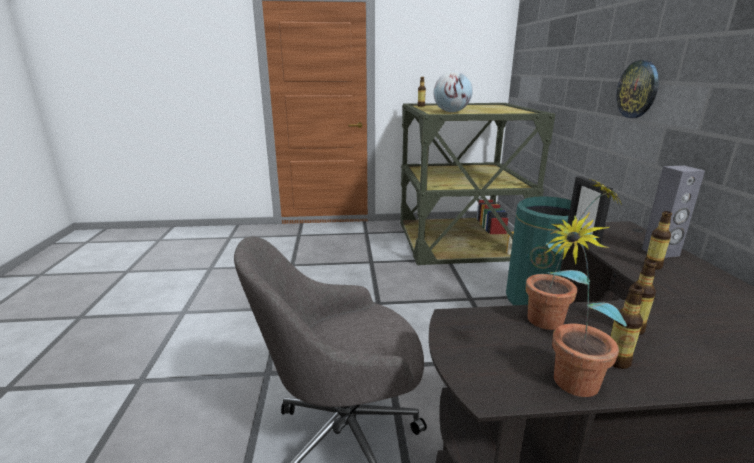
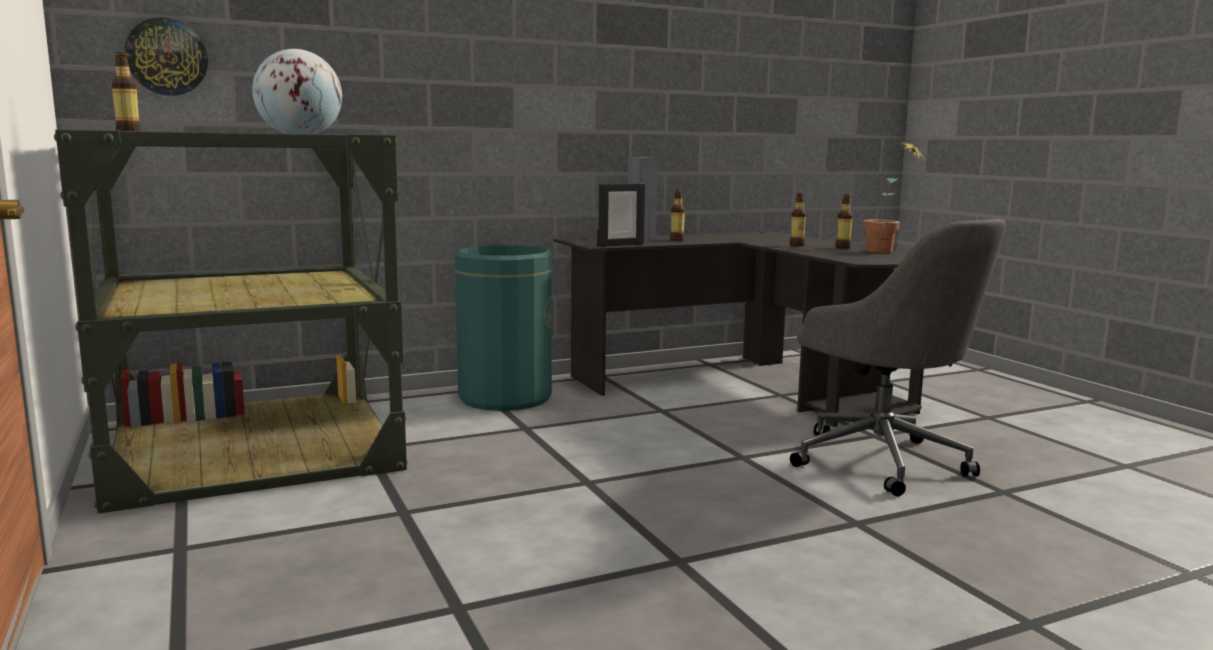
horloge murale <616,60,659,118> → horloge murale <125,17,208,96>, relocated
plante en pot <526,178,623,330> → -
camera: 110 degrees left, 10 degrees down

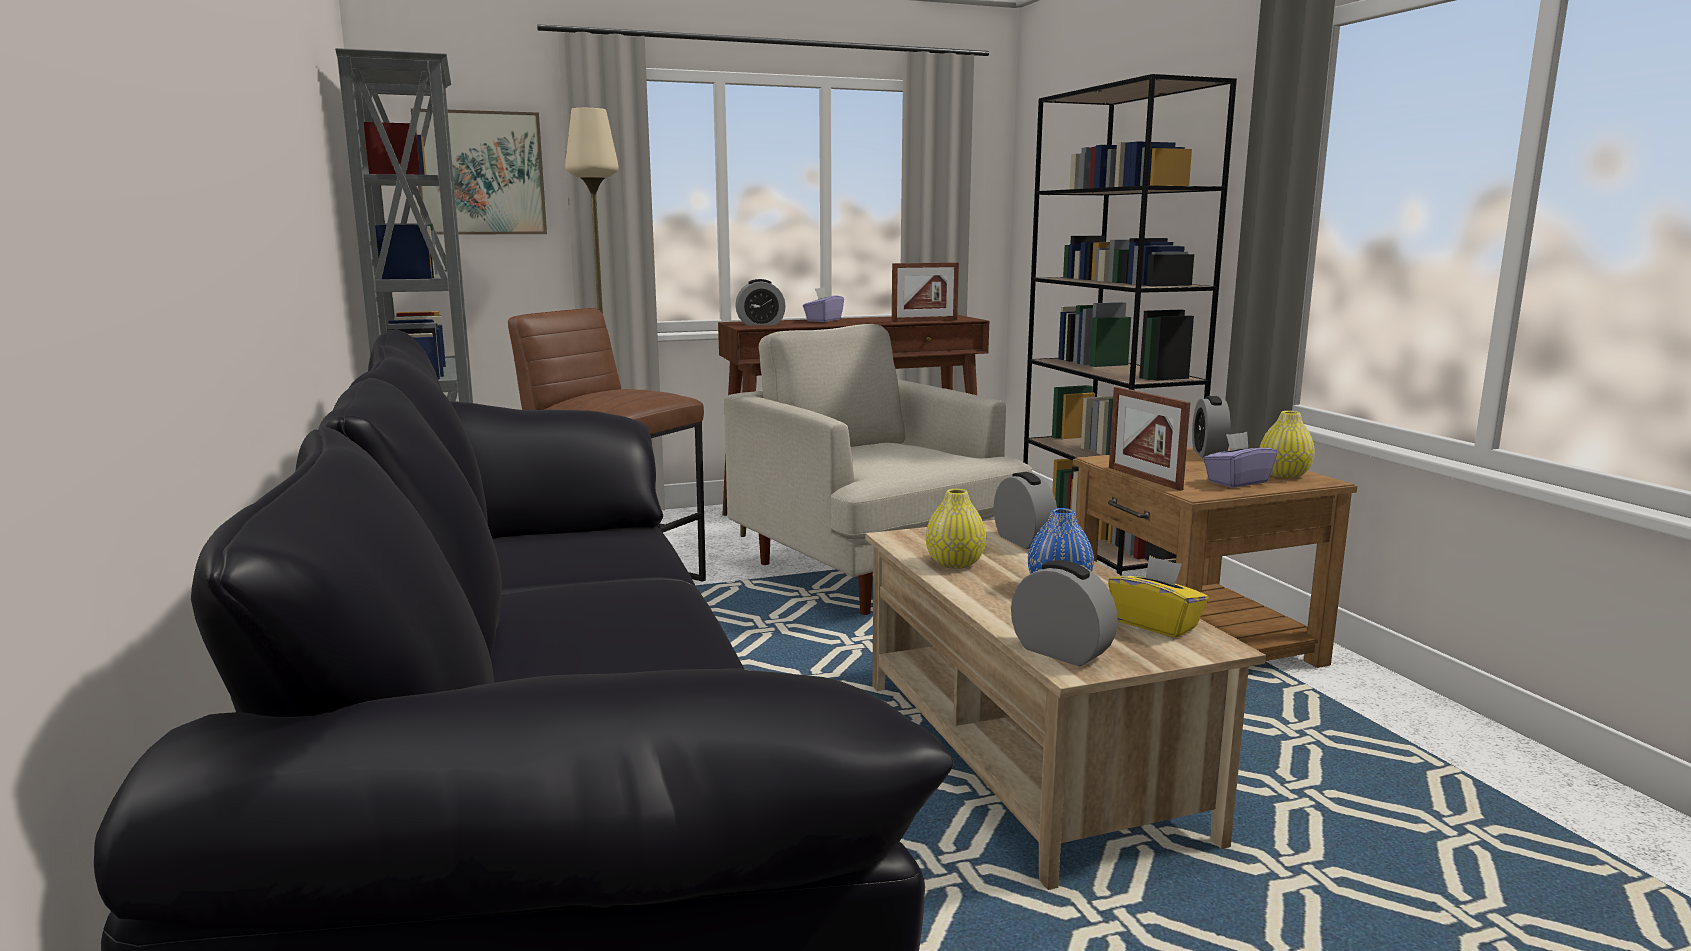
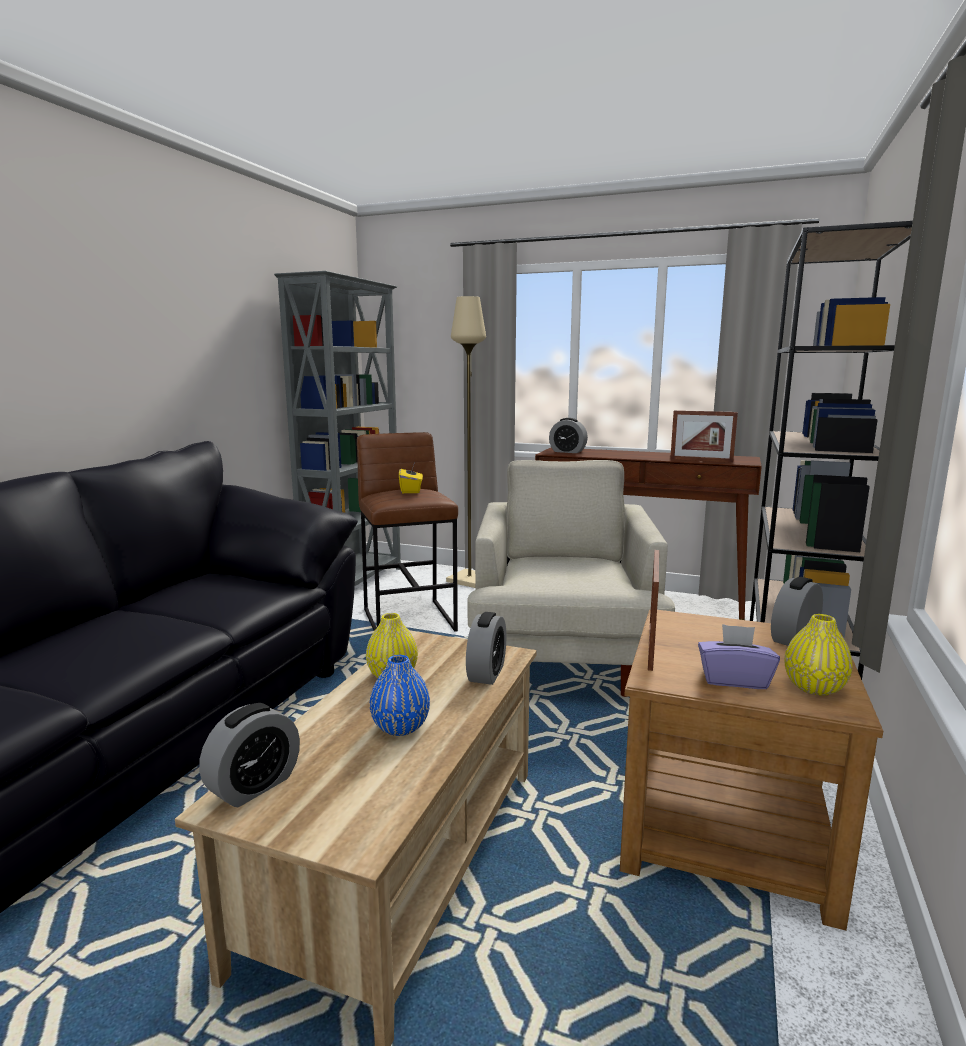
réveil <1011,560,1118,666> → réveil <199,703,300,807>, 45 degrees clockwise
boîte à mouchoirs [jaune] <1108,555,1209,638> → boîte à mouchoirs [jaune] <399,465,423,493>, relocated
tableau <411,108,547,235> → -
boîte à mouchoirs [violet] <803,287,844,322> → -
camera: 40 degrees right, 0 degrees up

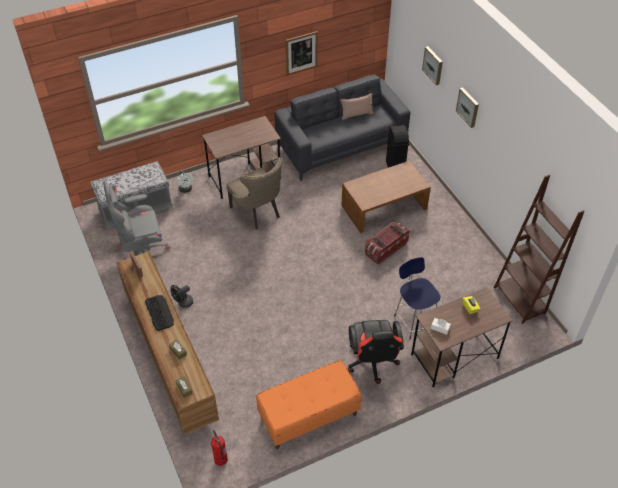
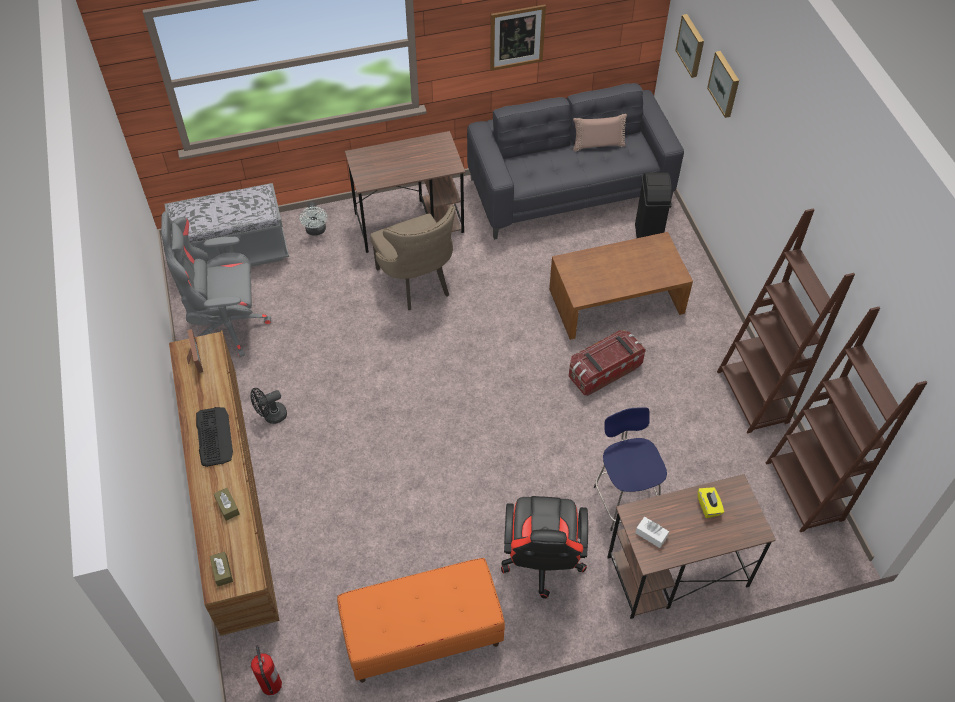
tableau <456,87,479,128> → tableau <675,14,704,78>, relocated
- → bibliothèque [marron] <717,209,855,434>
camera: 10 degrees right, 5 degrees up

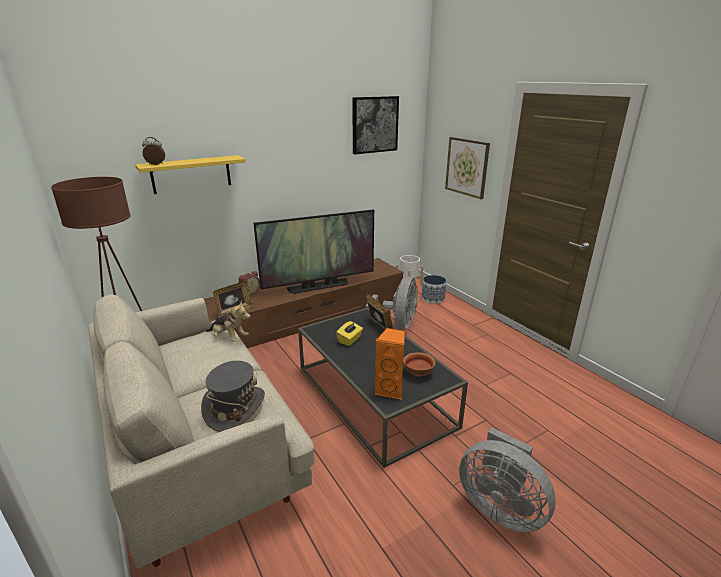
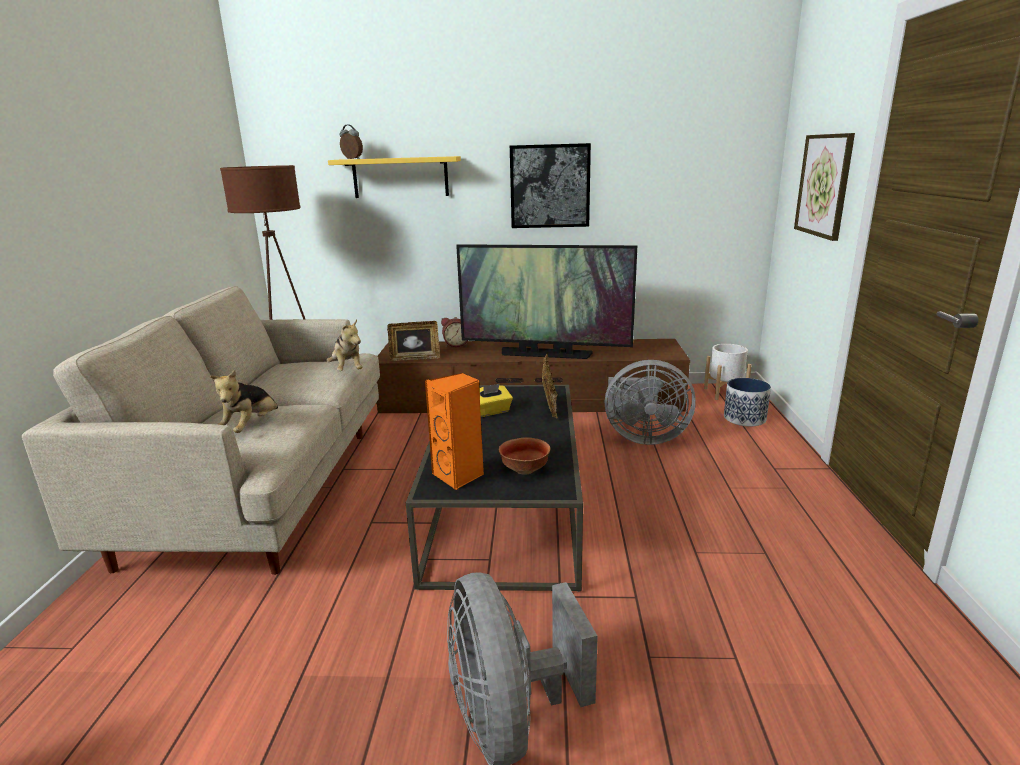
chapeau [gris] <201,361,265,432> → peluche <210,370,278,433>
tableau <352,96,399,154> → tableau <510,143,591,228>, relocated
ventilateur [gris] <366,277,418,329> → ventilateur [gris] <605,360,696,445>, 45 degrees clockwise
camera: 35 degrees right, 5 degrees down

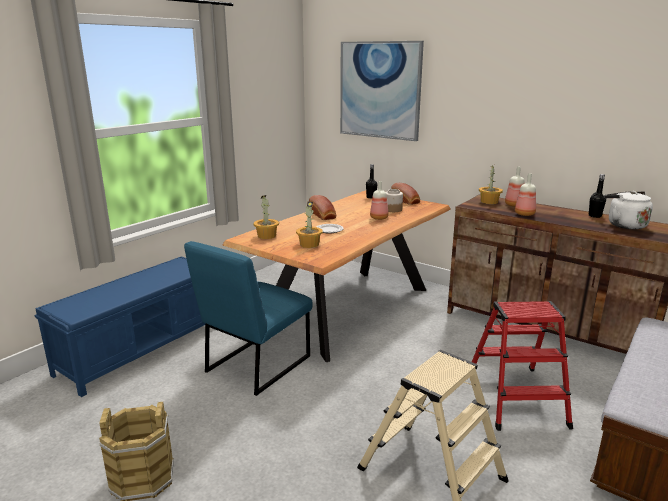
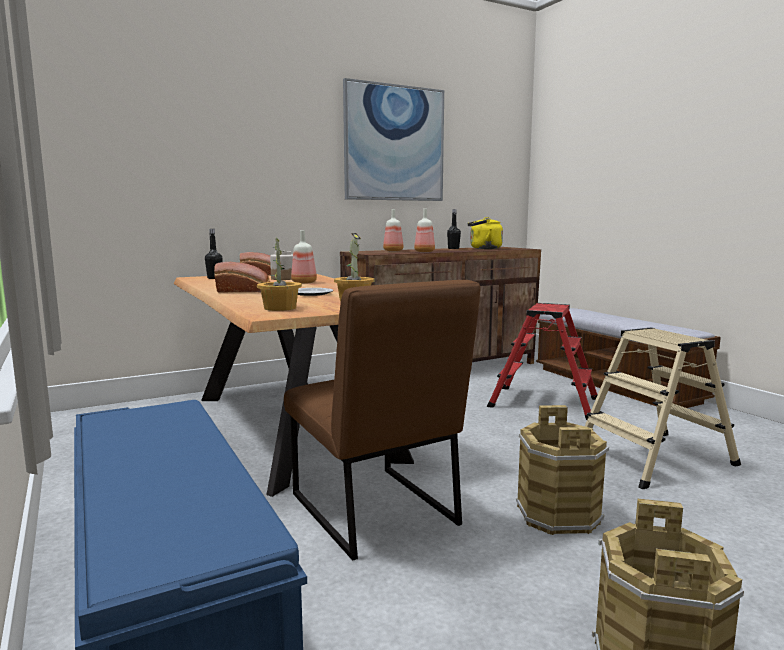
chaise [bleu] <184,241,312,396> → chaise [marron] <284,280,480,561>
tableau <340,41,424,141> → tableau <343,78,444,201>, relocated
bouilloire [blanc] <604,191,653,229> → bouilloire [jaune] <467,217,503,249>
- → seau [marron] <516,405,609,535>
plante en pot <479,165,503,204> → -
camera: 65 degrees left, 10 degrees down

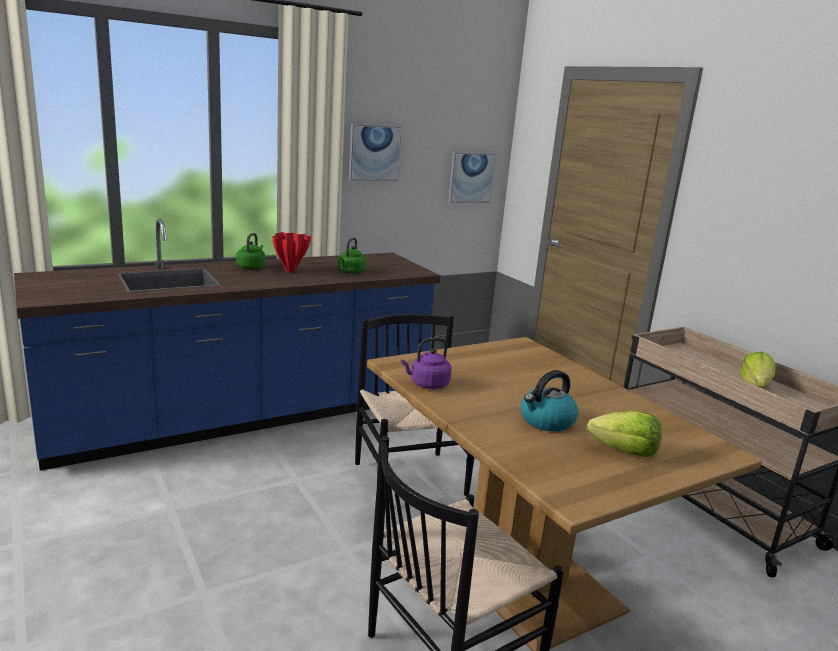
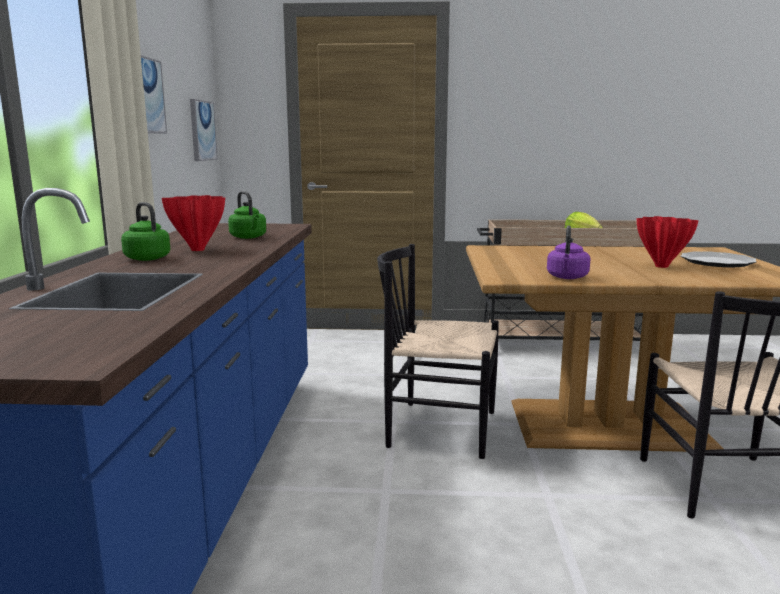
bouilloire <521,370,578,431> → vase [rouge] <637,216,699,268>
laitue <587,411,662,457> → assiette <681,251,757,267>
camera: 55 degrees left, 5 degrees down

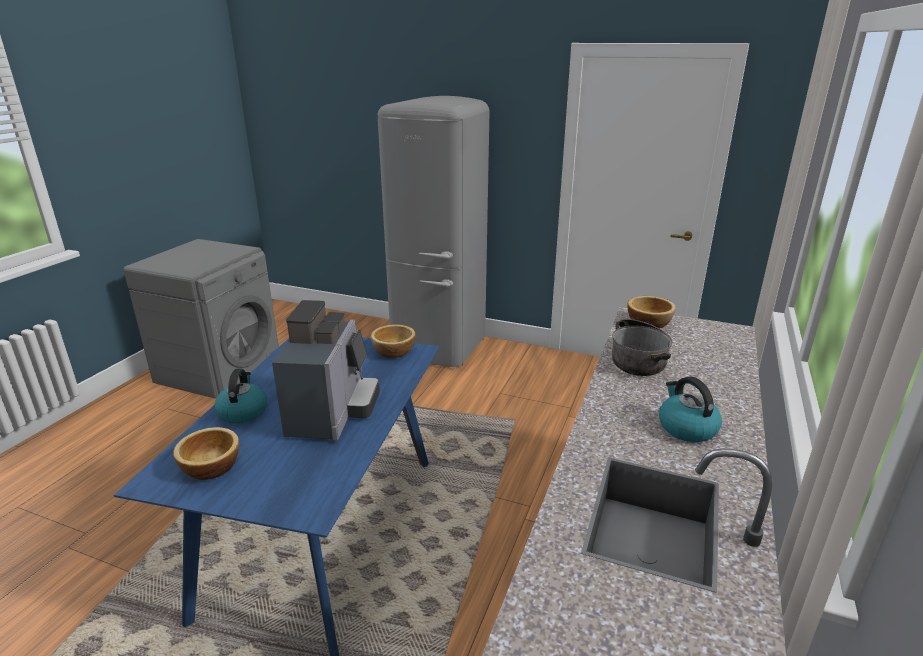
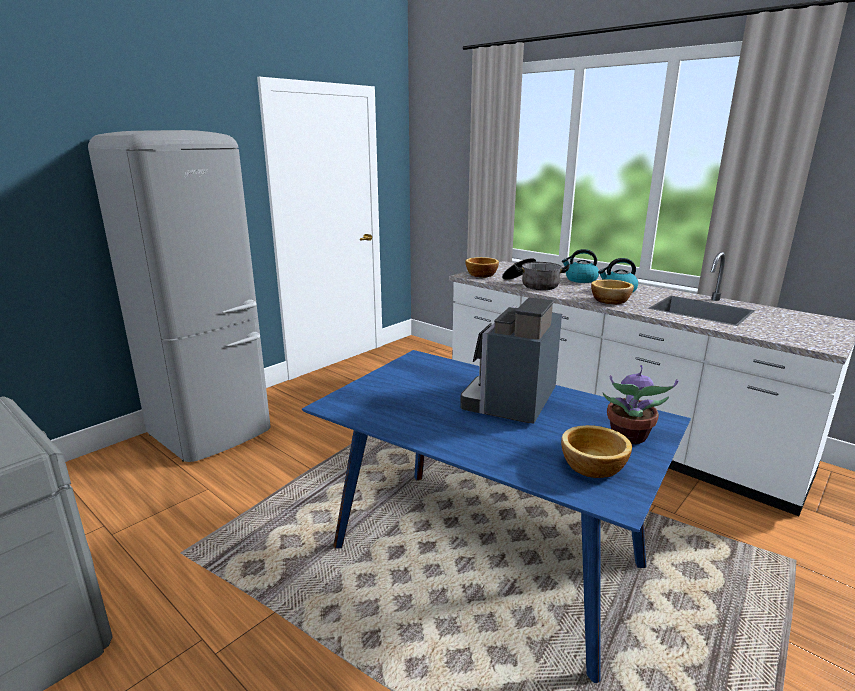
machine à café <272,300,380,440> → machine à café <460,298,562,424>, 90 degrees counterclockwise
bouilloire <214,369,267,424> → bouilloire <562,249,599,283>, relocated
bol <371,324,416,358> → bol <591,279,634,304>, relocated
- → plante en pot <602,365,678,444>
camera: 70 degrees left, 5 degrees down

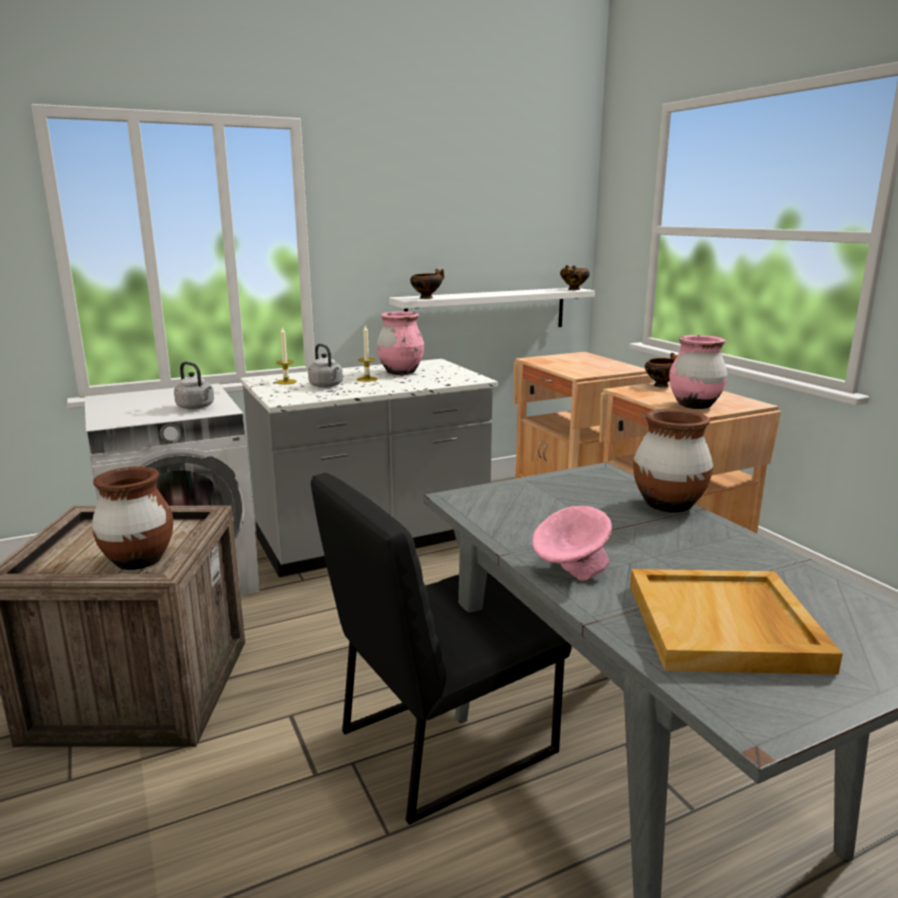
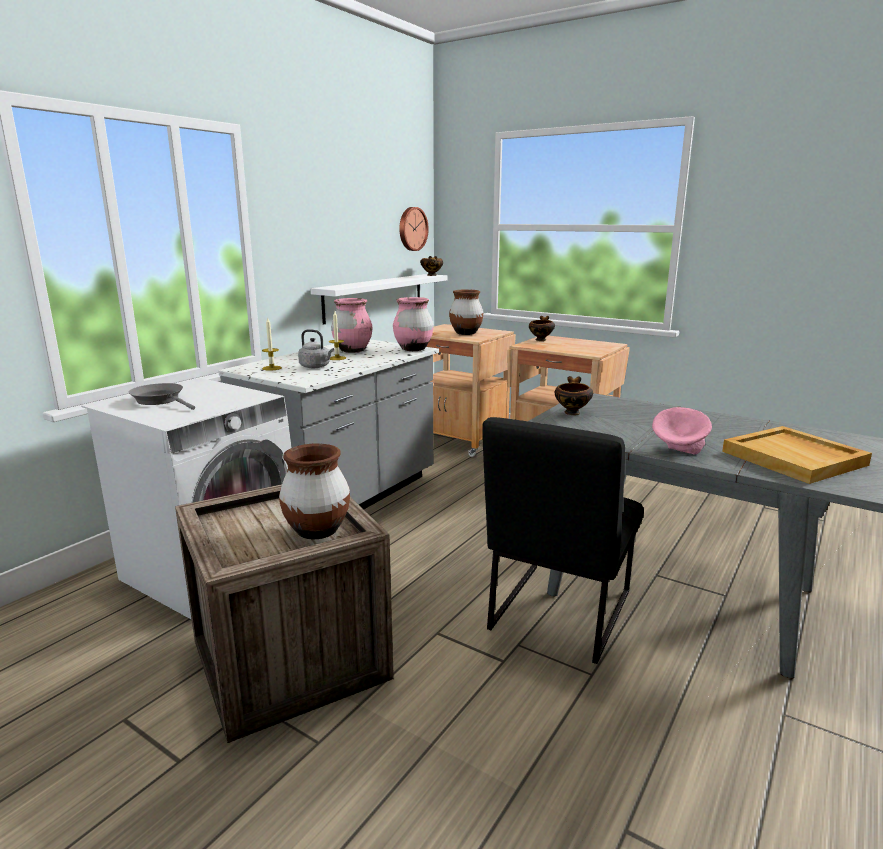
- → poêle [gris] <129,383,195,410>
vase [rose] <669,335,727,409> → vase [rose] <393,297,433,351>, relocated
- → horloge murale <399,207,429,251>
vase [marron] <633,409,713,513> → vase [marron] <449,289,483,335>, relocated
bol <410,269,444,299> → bol <555,376,593,415>, relocated
bouilloire [gris] <174,362,214,409> → -
camera: 30 degrees left, 0 degrees up

